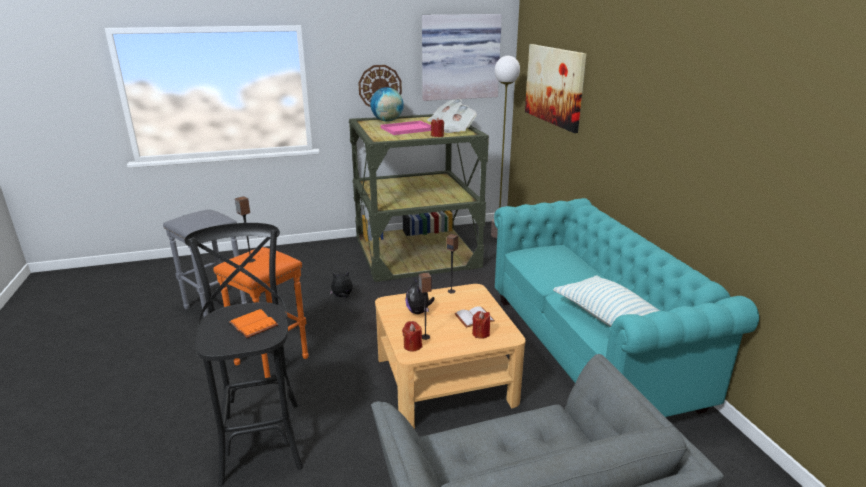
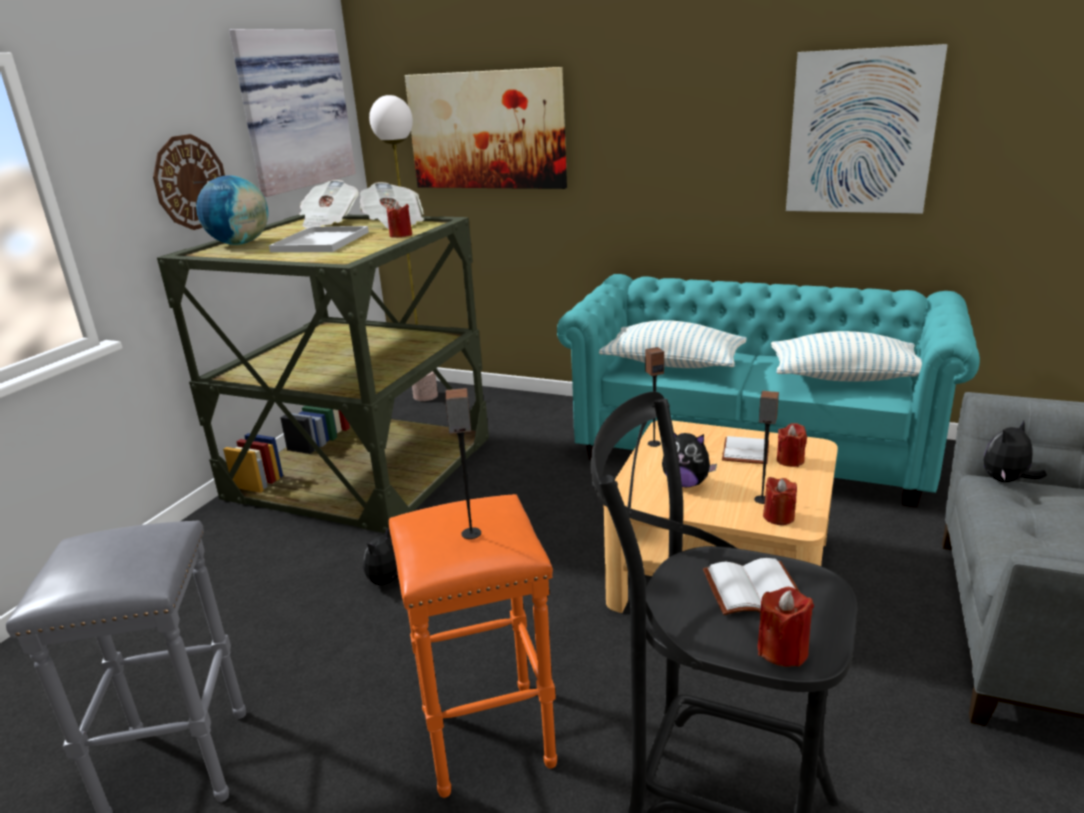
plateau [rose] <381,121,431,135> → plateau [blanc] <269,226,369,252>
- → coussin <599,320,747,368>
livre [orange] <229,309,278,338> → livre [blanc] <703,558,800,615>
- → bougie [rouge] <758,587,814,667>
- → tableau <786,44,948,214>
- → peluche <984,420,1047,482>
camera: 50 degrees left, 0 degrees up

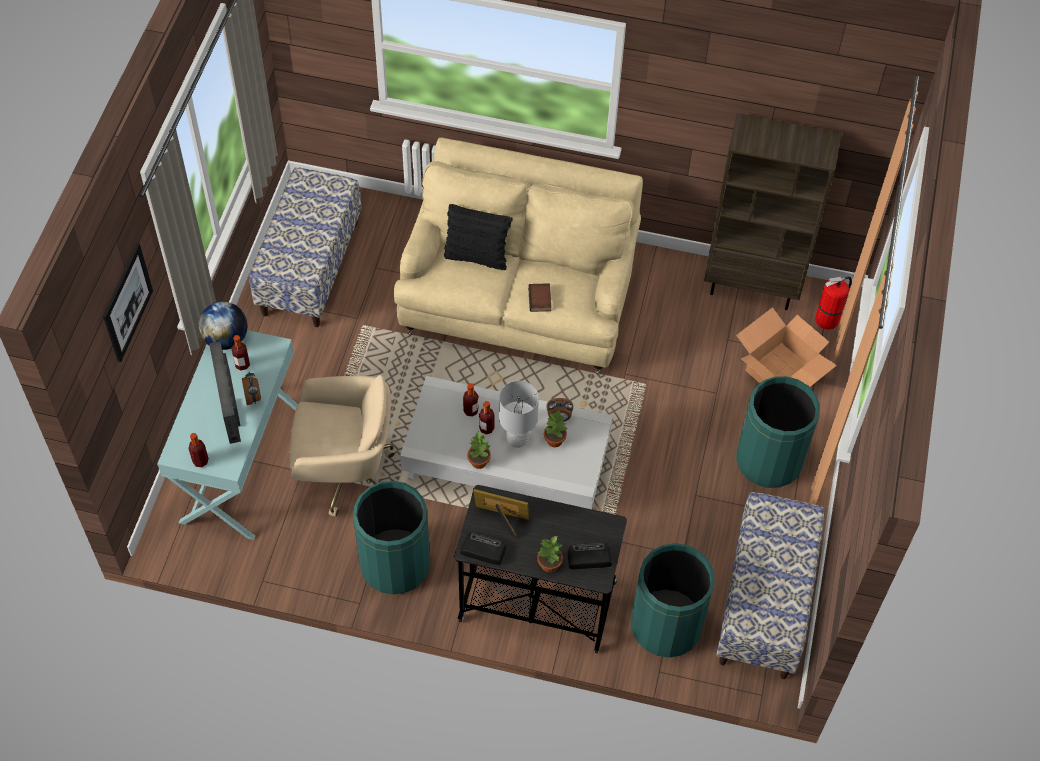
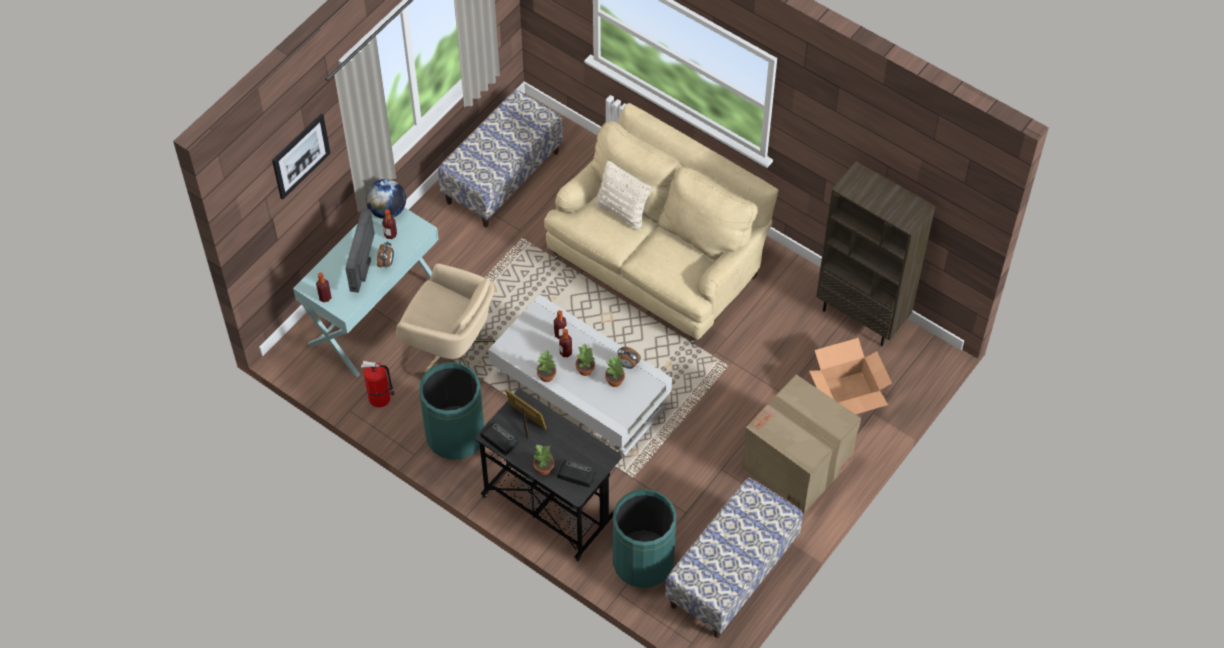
extincteur <815,276,852,330> → extincteur <361,361,395,408>, relocated
lampe de table [gris] <499,381,539,448> → plante en pot <576,343,595,376>
coussin [noir] <444,204,513,270> → coussin [beige] <595,161,653,230>
poubelle [vert] <736,376,820,488> → carton <741,374,861,513>
livre <528,283,551,312> → -
camera: 25 degrees right, 0 degrees up

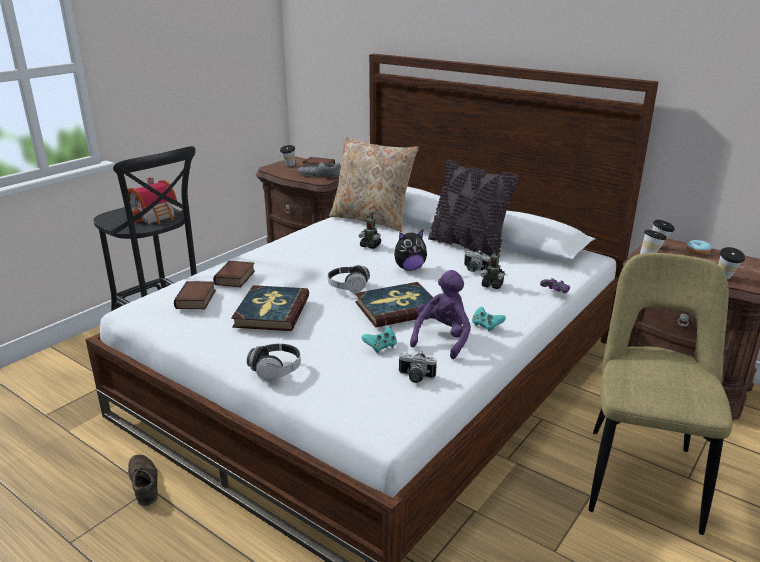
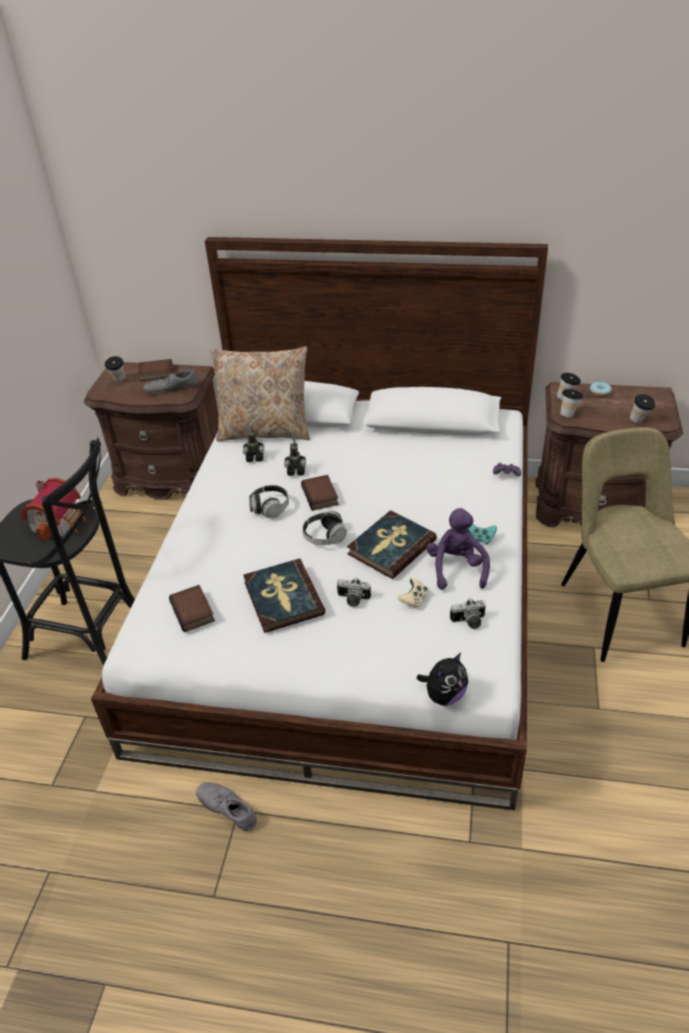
chaussure [marron] <128,455,158,506> → chaussure [gris] <196,782,257,831>
robot jouet <481,247,505,289> → robot jouet <243,425,264,462>, relocated
casque audio <247,343,301,381> → casque audio <249,485,289,518>, relocated
livre <213,261,255,287> → livre <301,475,339,511>, relocated
appareil photo <464,250,490,272> → appareil photo <337,578,371,607>, relocated
manette [turquoise] <362,327,397,353> → manette [beige] <398,578,428,608>
peluche <394,230,427,271> → peluche <417,652,468,706>, relocated
coussin [noir] <428,160,519,257> → -
camera: 25 degrees left, 15 degrees up

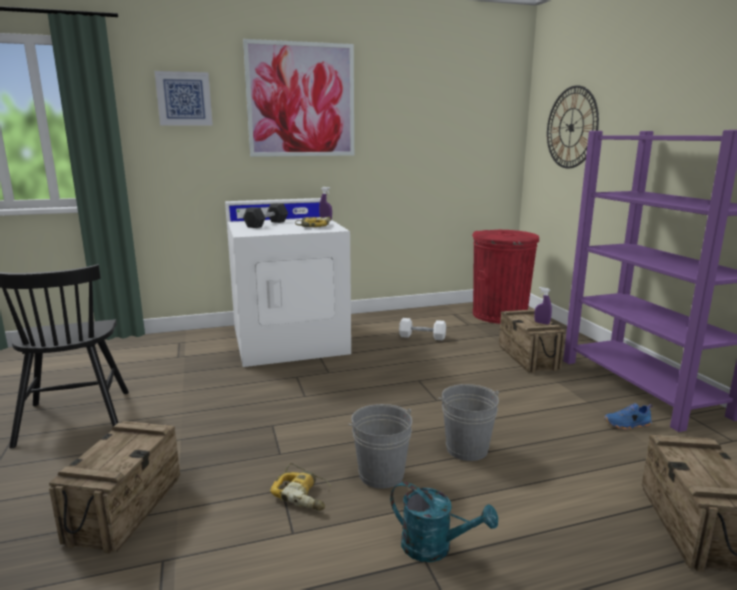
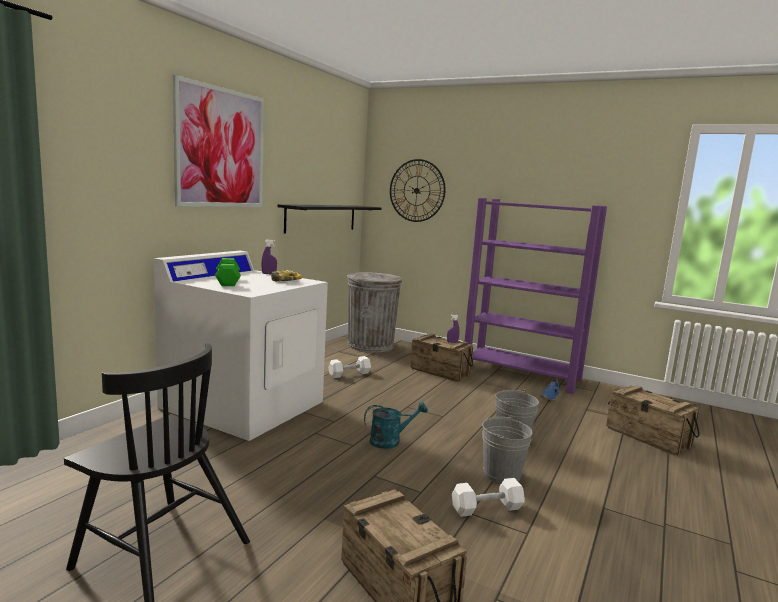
haltère [noir] <243,203,288,228> → haltère [vert] <215,258,241,286>
- → étagère [noir] <277,204,381,234>
poubelle [rouge] <472,230,539,324> → poubelle [gris] <347,272,402,353>
arrosoir [turquoise] <390,482,498,562> → arrosoir [turquoise] <364,401,428,449>, relocated
perceuse <270,463,331,511> → haltère [blanc] <452,478,525,517>
tableau <154,71,213,126> → -
camera: 45 degrees left, 5 degrees down

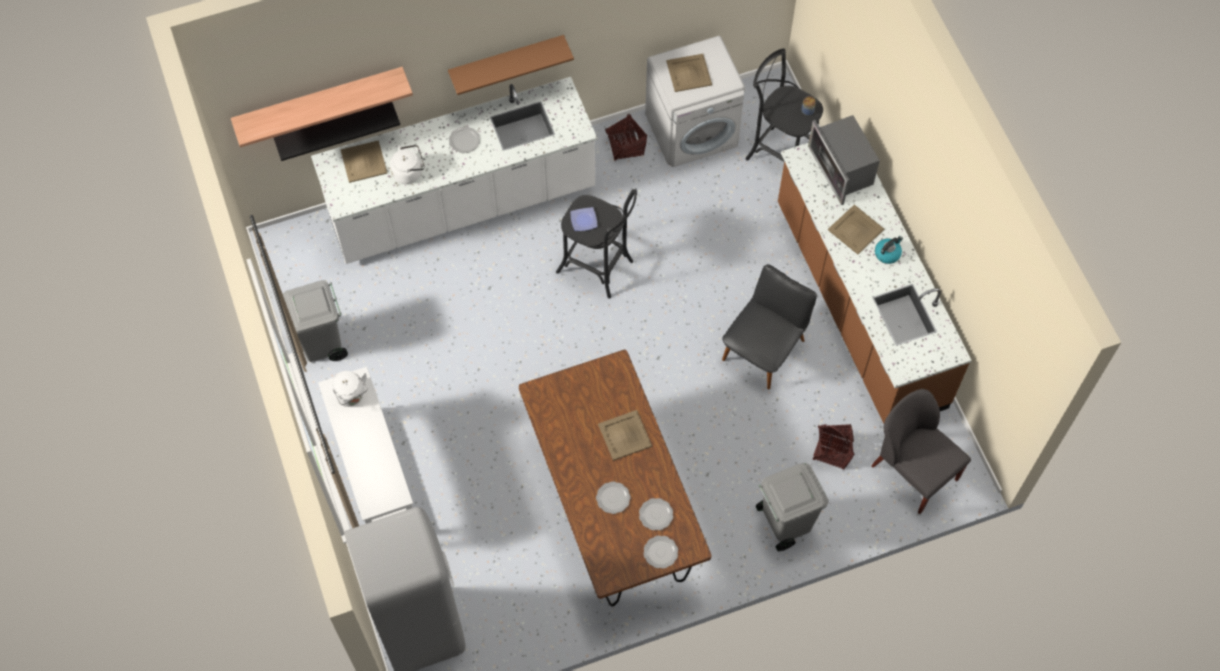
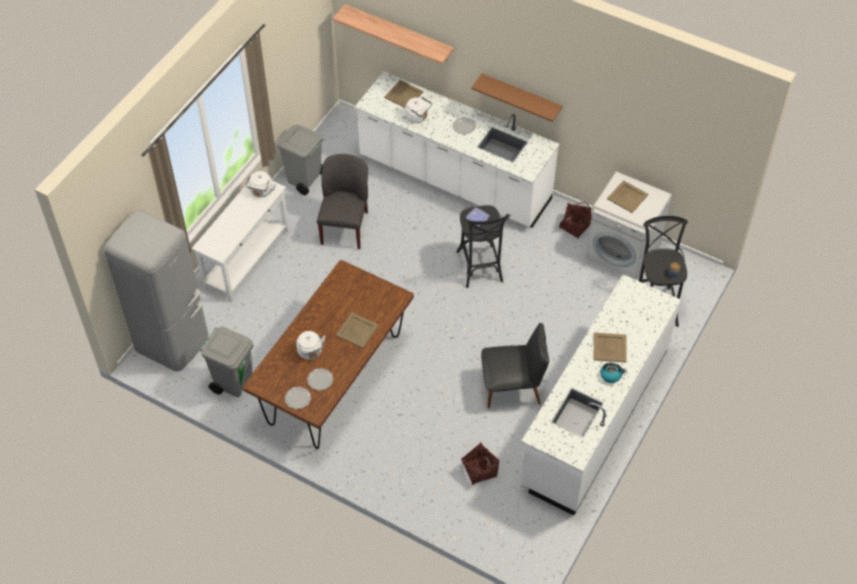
poubelle [gris] <756,463,829,551> → poubelle [gris] <199,327,253,397>, relocated
assiette <596,482,631,514> → bouilloire [blanc] <296,331,326,360>
chaise [gris] <871,389,971,514> → chaise [gris] <317,154,368,249>, relocated
comptoir de cuisine [marron] <778,143,972,424> → comptoir de cuisine [blanc] <521,274,681,516>
étagère [noir] <274,102,400,161> → -
micro-ondes <808,115,880,205> → -
camera: 50 degrees right, 10 degrees down

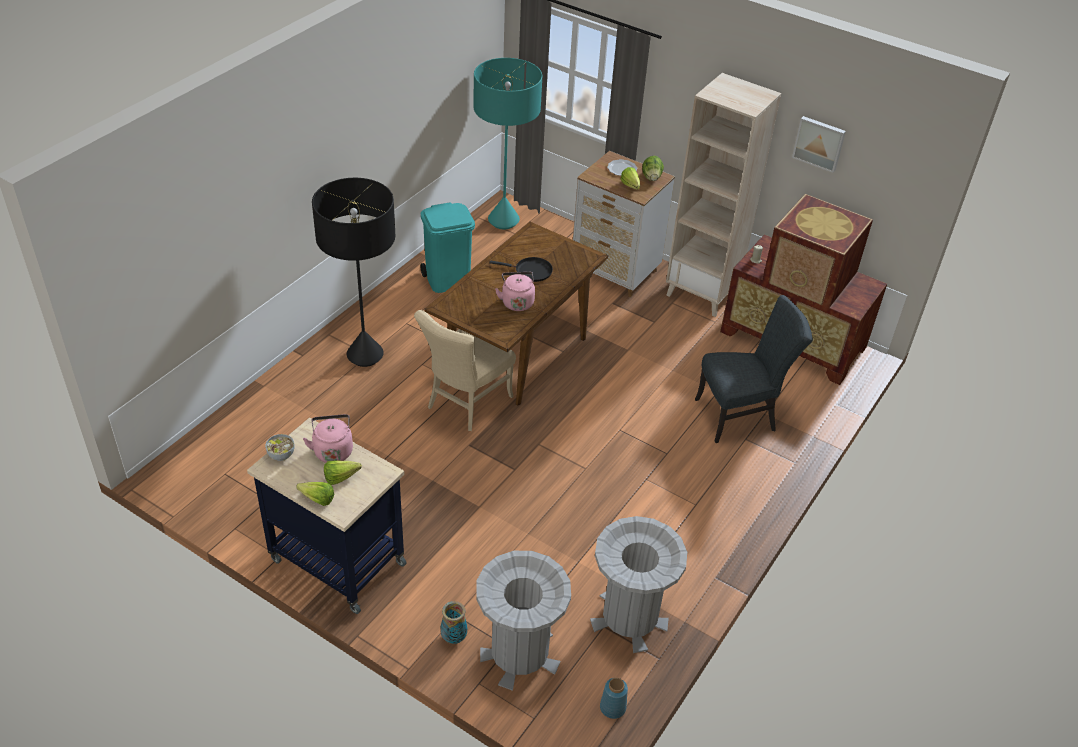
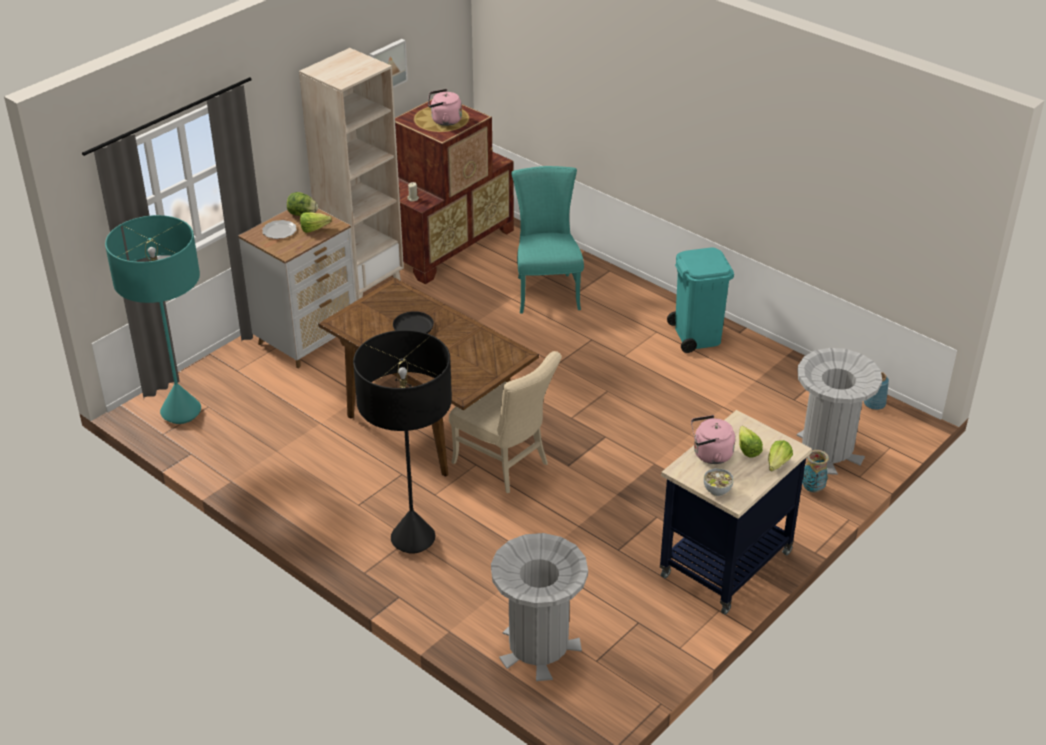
bouilloire [rose] <495,272,535,311> → bouilloire [rose] <428,89,462,126>, relocated
poubelle [gris] <590,516,687,653> → poubelle [gris] <491,533,588,681>, relocated
chaise [gris] <695,295,813,443> → chaise [turquoise] <511,166,584,314>
poubelle [turquoise] <420,202,475,293> → poubelle [turquoise] <667,248,734,353>, relocated
camera: 80 degrees left, 5 degrees down

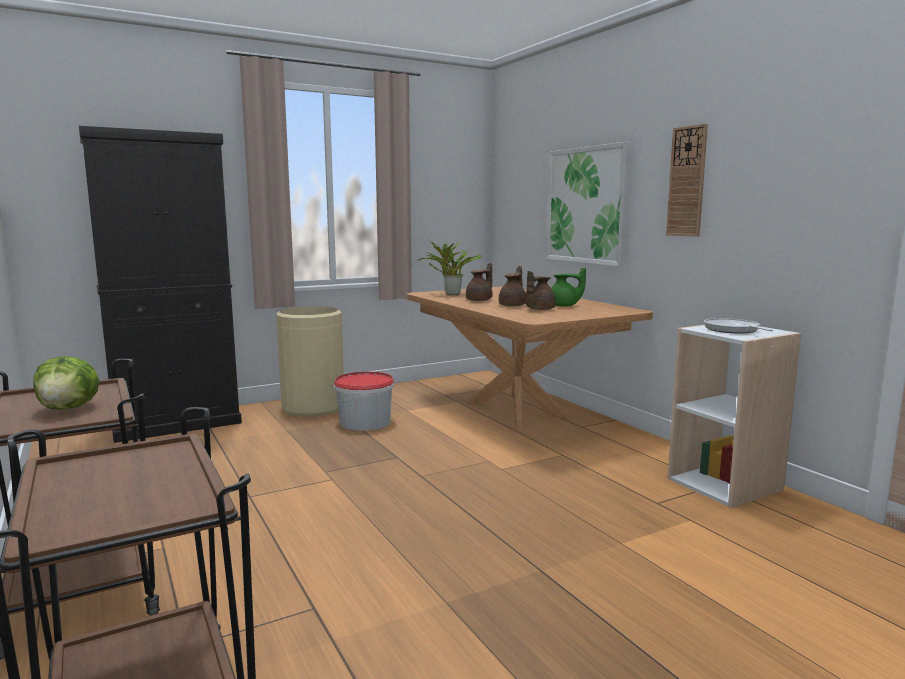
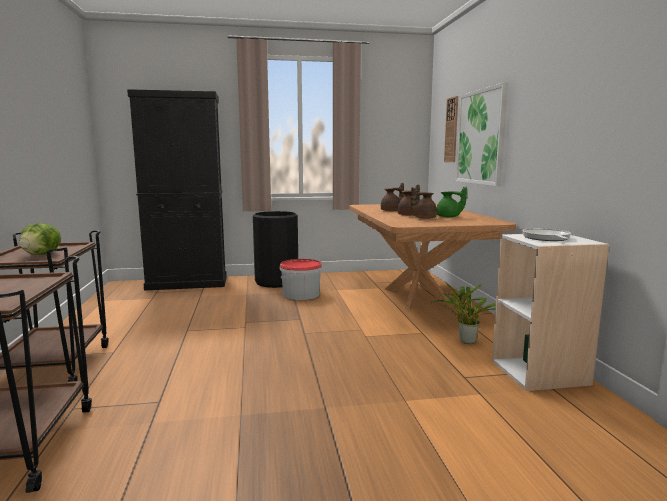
poubelle [beige] <276,306,344,417> → poubelle [noir] <253,211,298,288>
plante en pot <417,241,482,295> → plante en pot <432,281,496,344>, relocated
horloge murale <666,123,708,237> → horloge murale <444,96,458,162>, relocated
camera: 20 degrees right, 0 degrees up

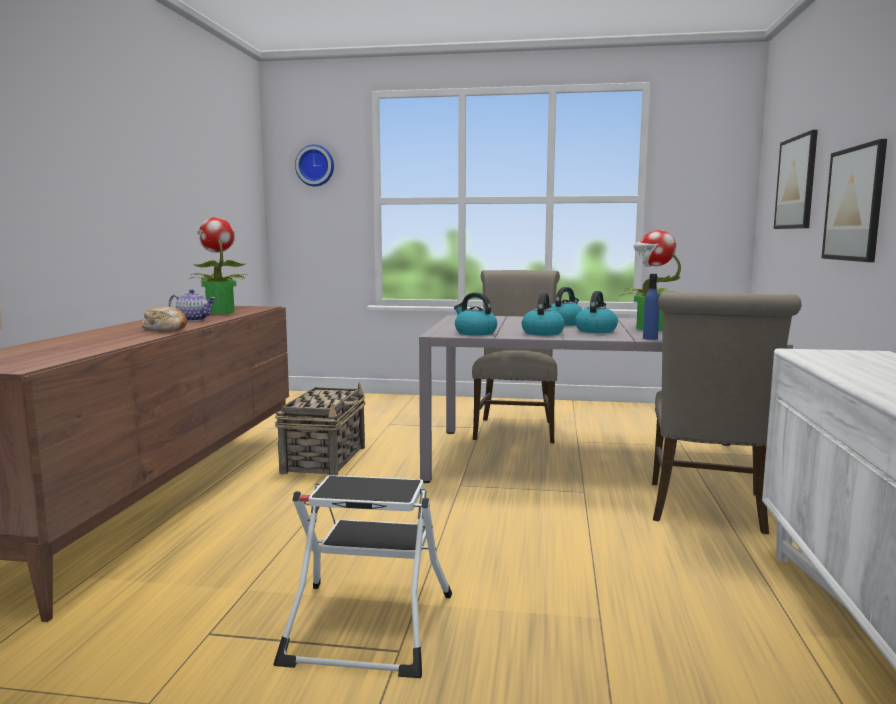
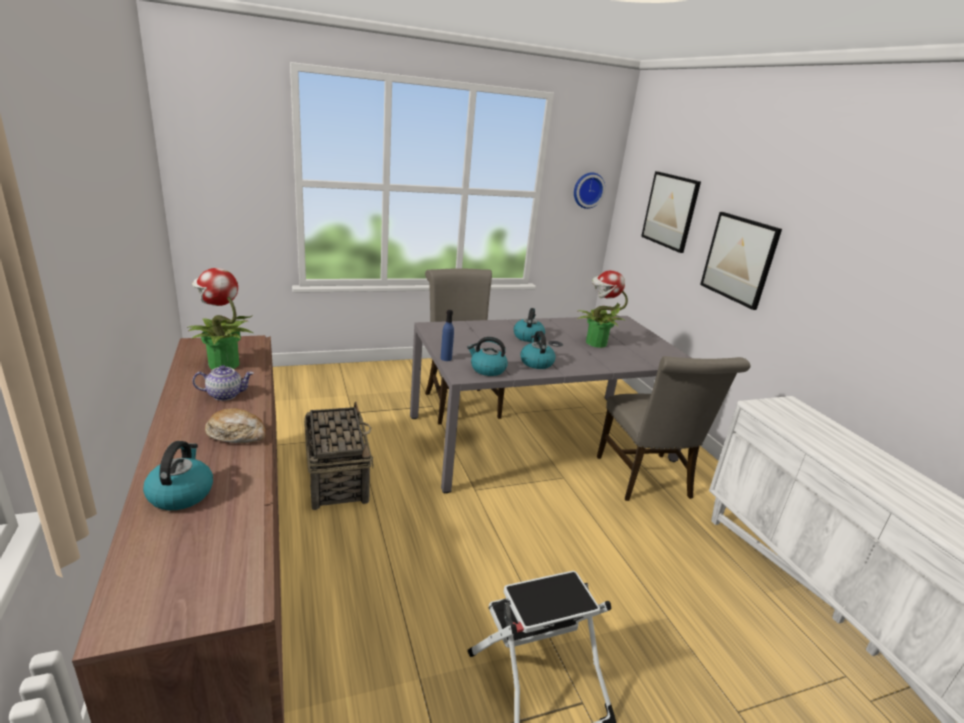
bouilloire <575,291,618,333> → bouilloire <143,441,213,510>, relocated
bouteille [bleu] <643,274,659,340> → bouteille [bleu] <441,310,454,361>, relocated
horloge murale <295,145,334,186> → horloge murale <574,172,605,209>, relocated
camera: 30 degrees left, 15 degrees up

